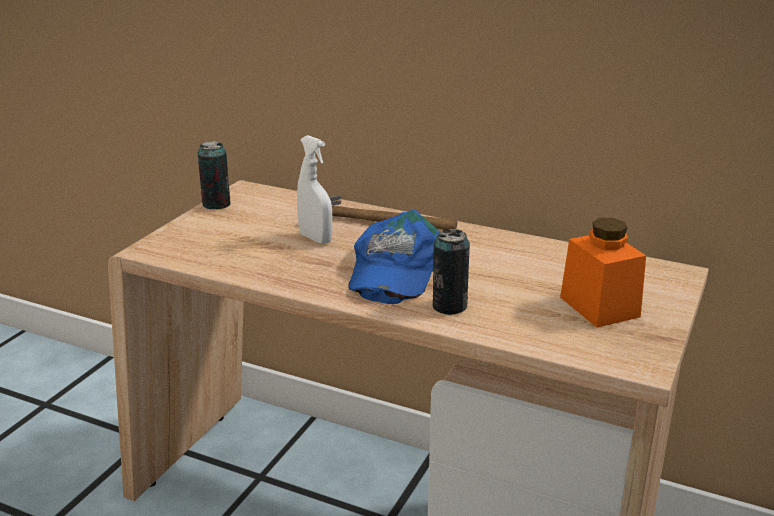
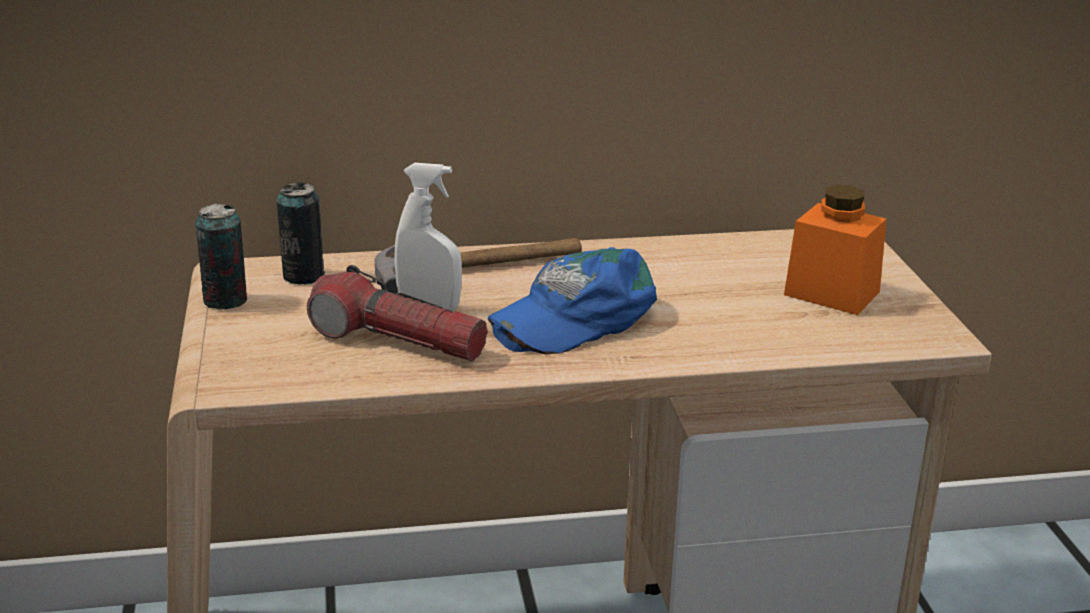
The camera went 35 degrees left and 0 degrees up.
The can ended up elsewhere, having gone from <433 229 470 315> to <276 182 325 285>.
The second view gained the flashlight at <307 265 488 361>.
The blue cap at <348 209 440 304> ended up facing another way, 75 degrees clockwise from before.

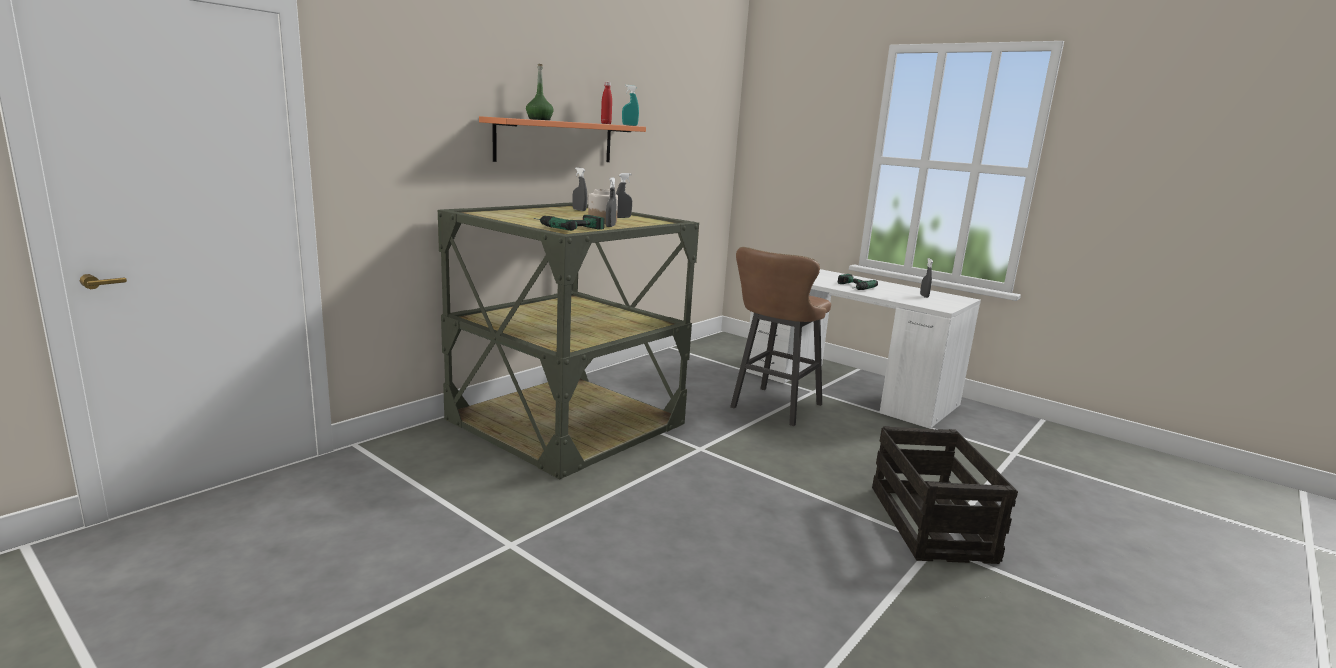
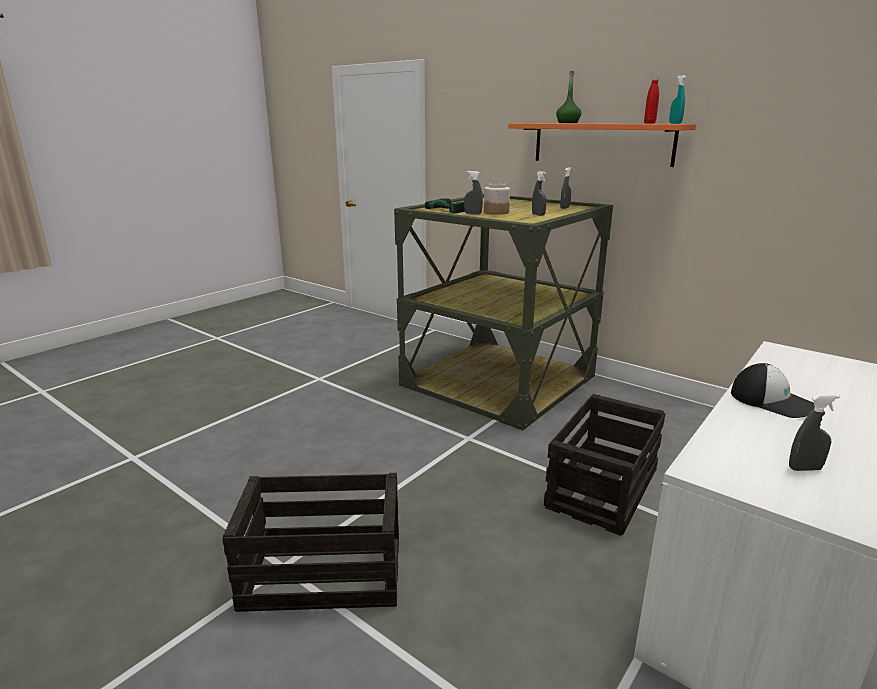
The camera went 90 degrees right and 5 degrees up.
Where the brown stool stood at <730 247 831 426>, the crate came to stand at <544 394 665 536>.
Where the power drill stood at <838 274 878 290>, the cap came to stand at <731 363 815 418>.

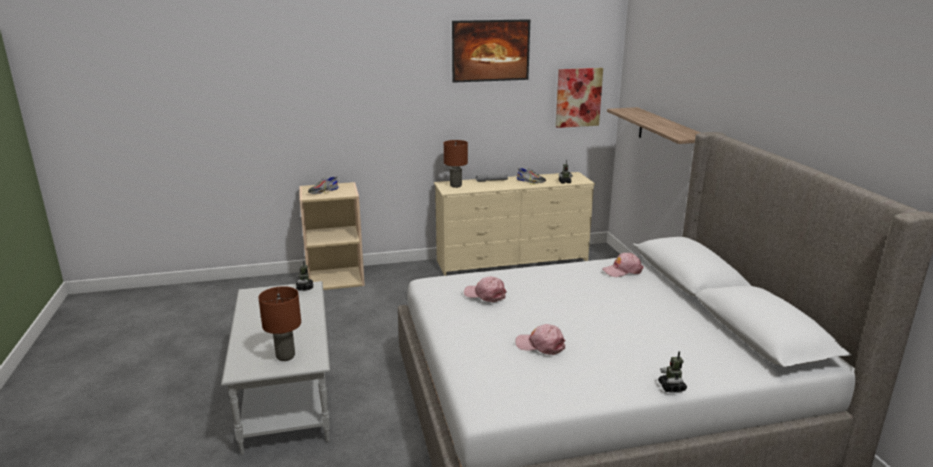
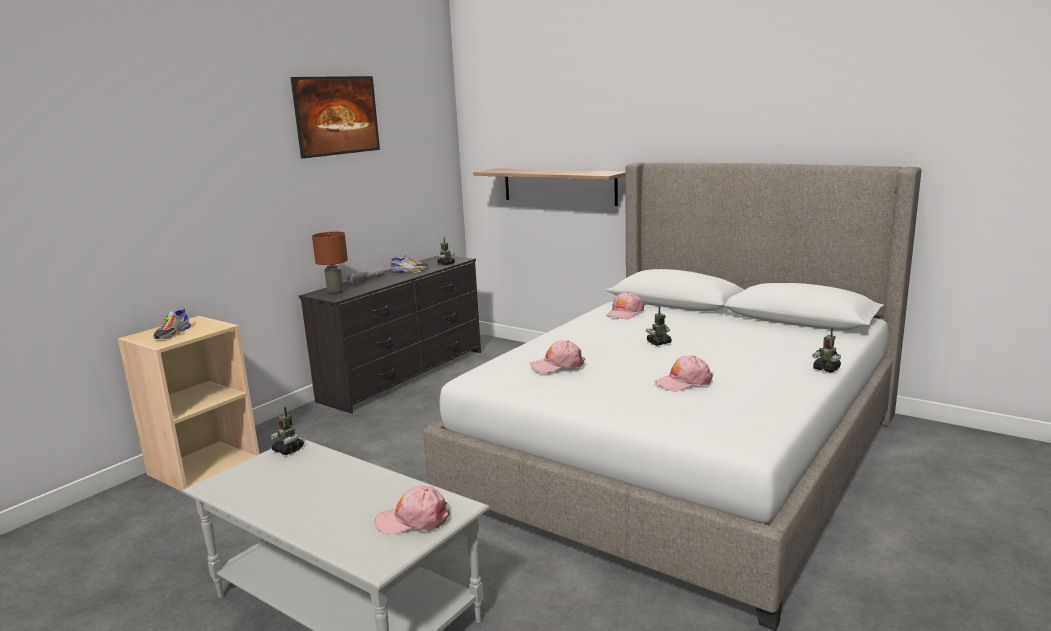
The camera went 40 degrees left and 5 degrees down.
What was the beige dresser at <434 172 595 276> turned into the black dresser at <299 255 481 414>.
Where the brown table lamp stood at <258 286 301 361>, the pink cap came to stand at <375 486 450 535>.
The second view gained the toy robot at <646 307 672 346>.
The second view lost the picture at <556 68 603 128>.

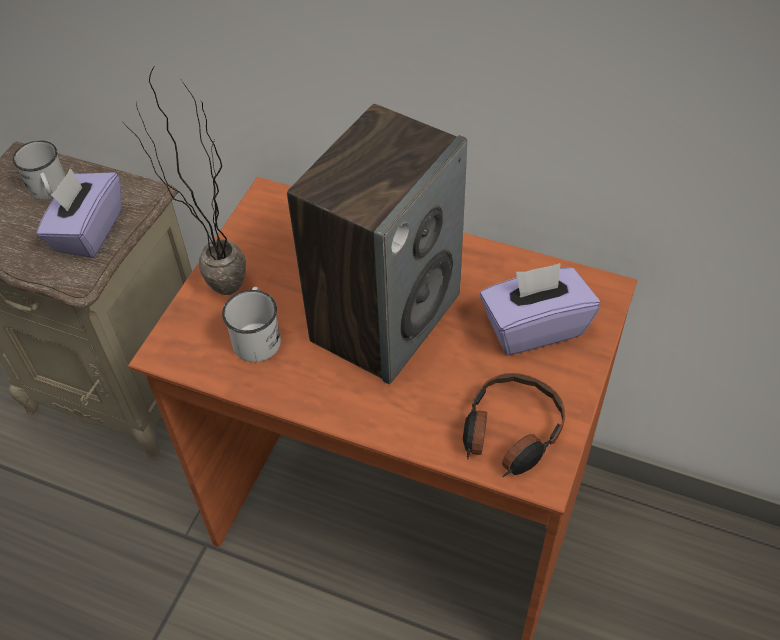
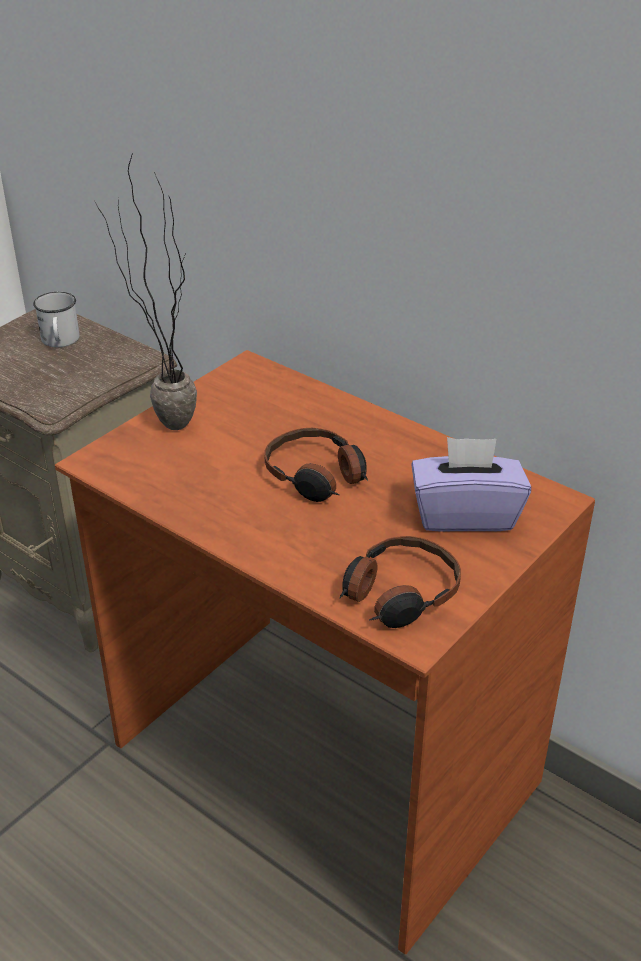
The camera went 15 degrees right and 15 degrees down.
Where the speaker stood at <287 104 467 384>, the headphones came to stand at <264 428 368 502>.
The second view lost the purple tissue box at <36 168 122 258>.
The second view lost the white mug at <222 287 281 362>.

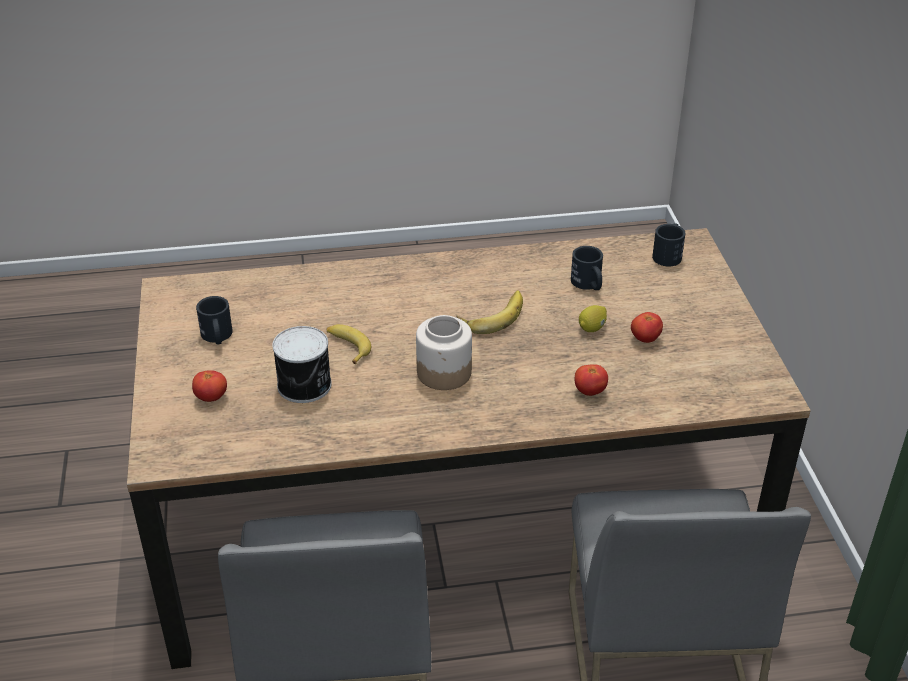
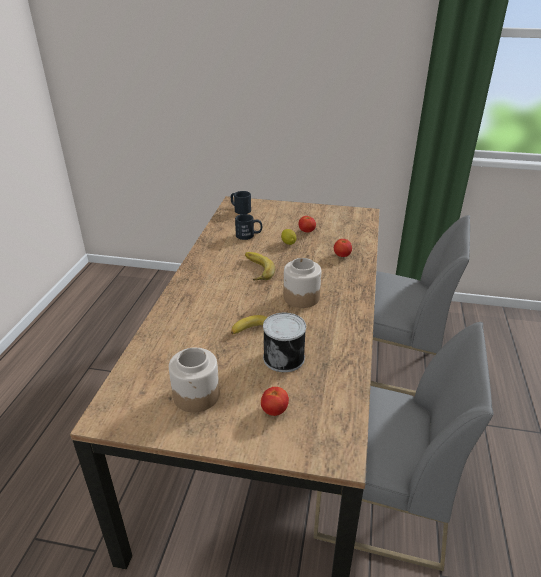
The camera went 70 degrees left and 5 degrees down.
Where the black mug stood at <196 296 233 344>, the jar came to stand at <169 347 219 412>.

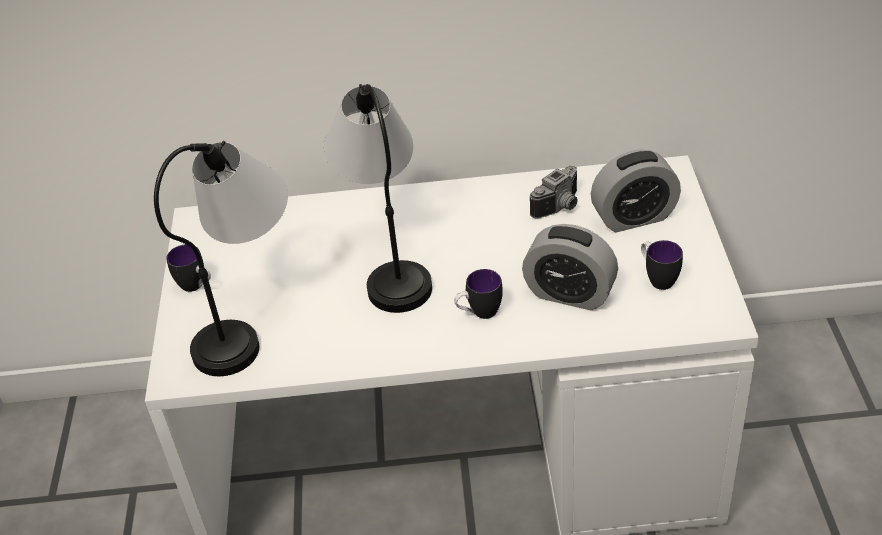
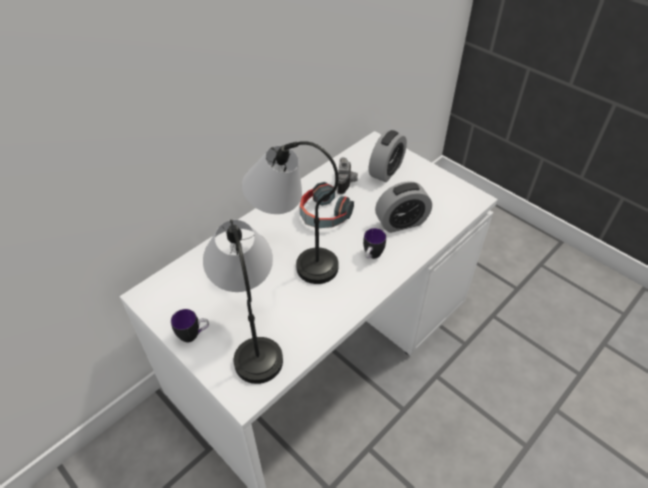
The camera went 45 degrees left and 5 degrees up.
The second view gained the headphones at <300 182 354 228>.
The second view lost the mug at <641 240 683 290>.

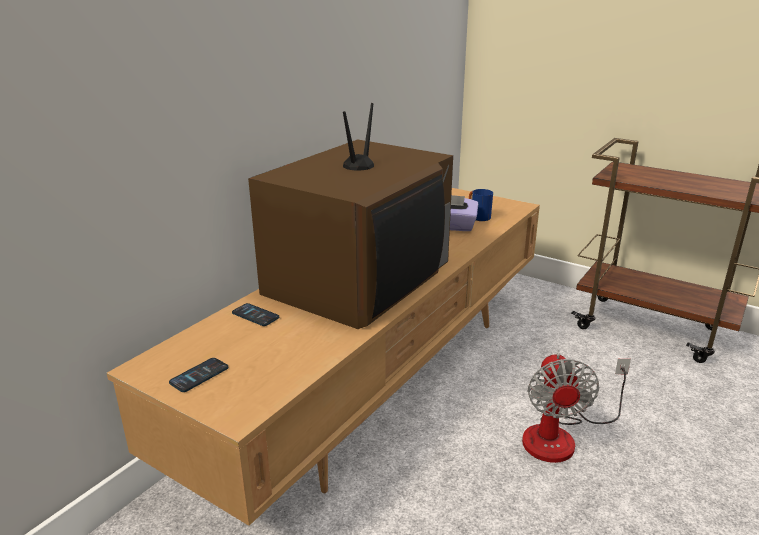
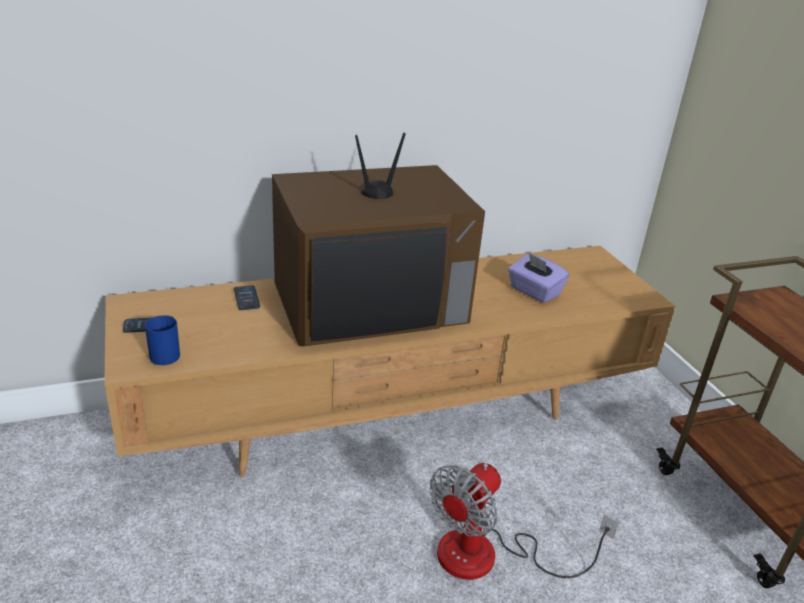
The camera went 35 degrees right and 5 degrees up.
The blue mug ended up elsewhere, having gone from <469 189 493 221> to <145 315 180 365>.

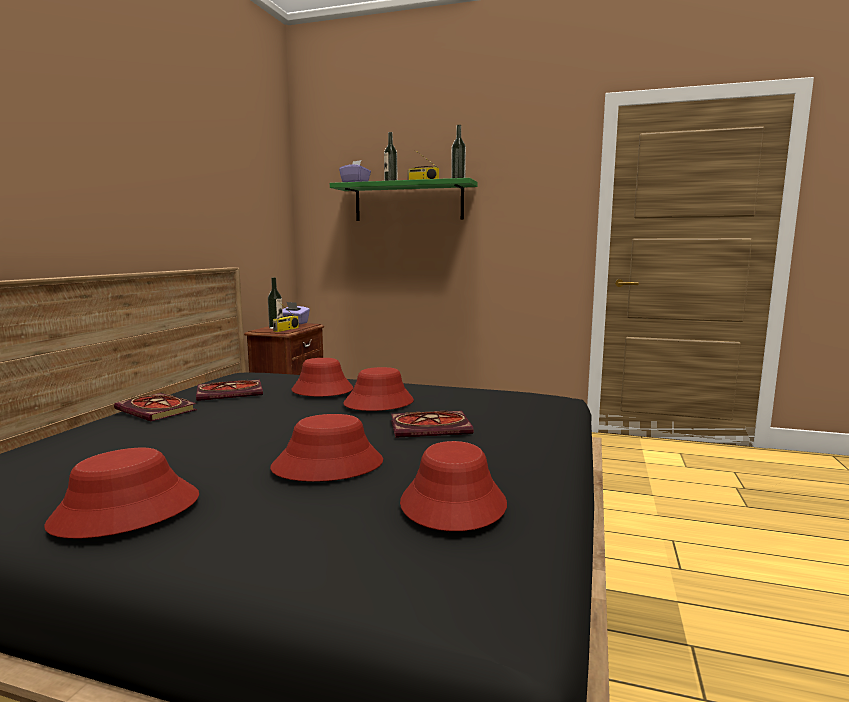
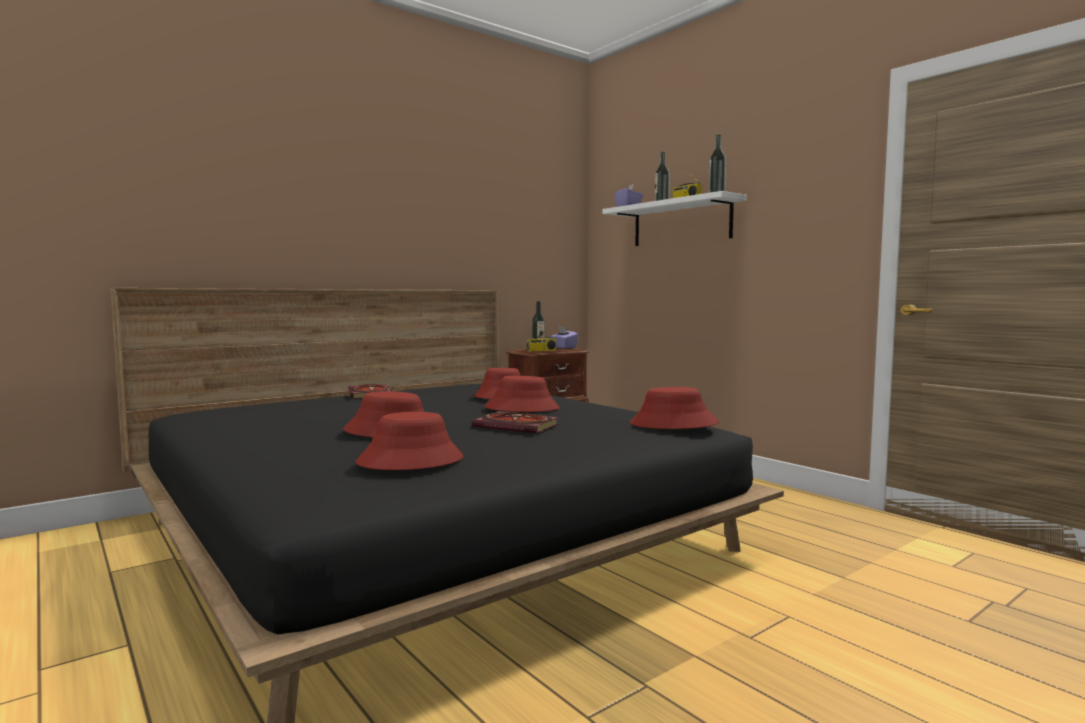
The camera went 35 degrees right and 5 degrees down.
What was the green shelf at <330 178 478 221> turned into the white shelf at <603 191 747 246>.
The red hat ended up elsewhere, having gone from <44 448 199 538> to <630 387 719 429>.
The second view lost the book at <196 380 263 401>.

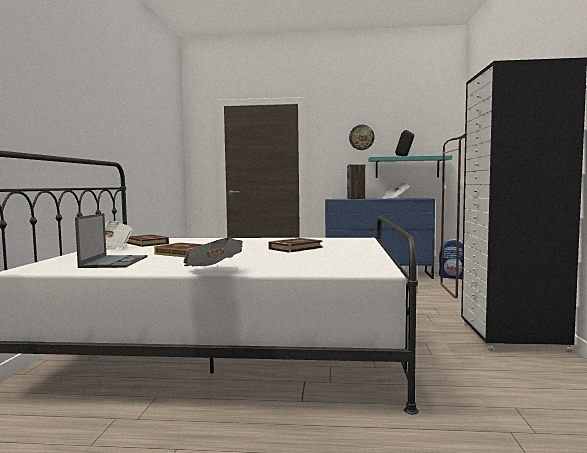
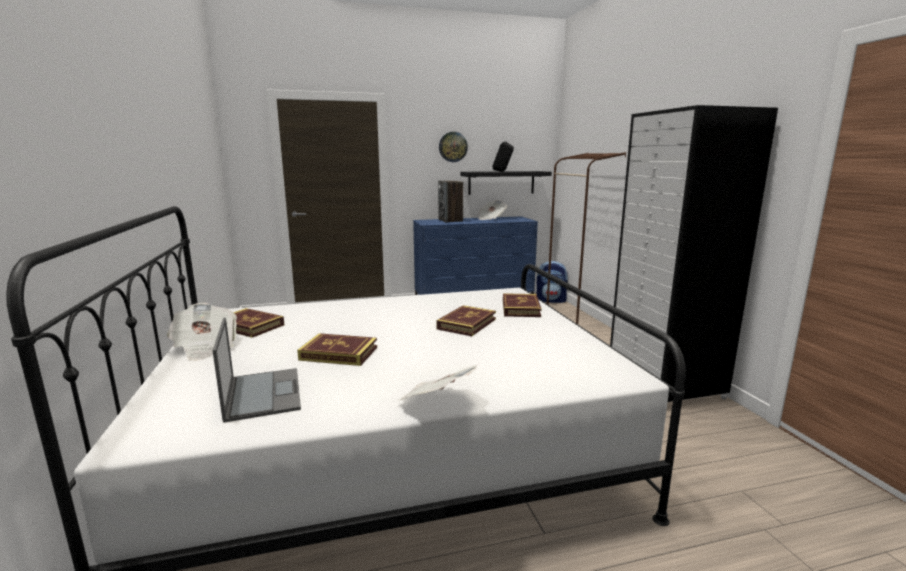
The camera went 20 degrees left and 10 degrees up.
What was the turquoise shelf at <368 155 452 178> turned into the black shelf at <460 171 552 195>.
The second view gained the book at <503 293 541 317>.

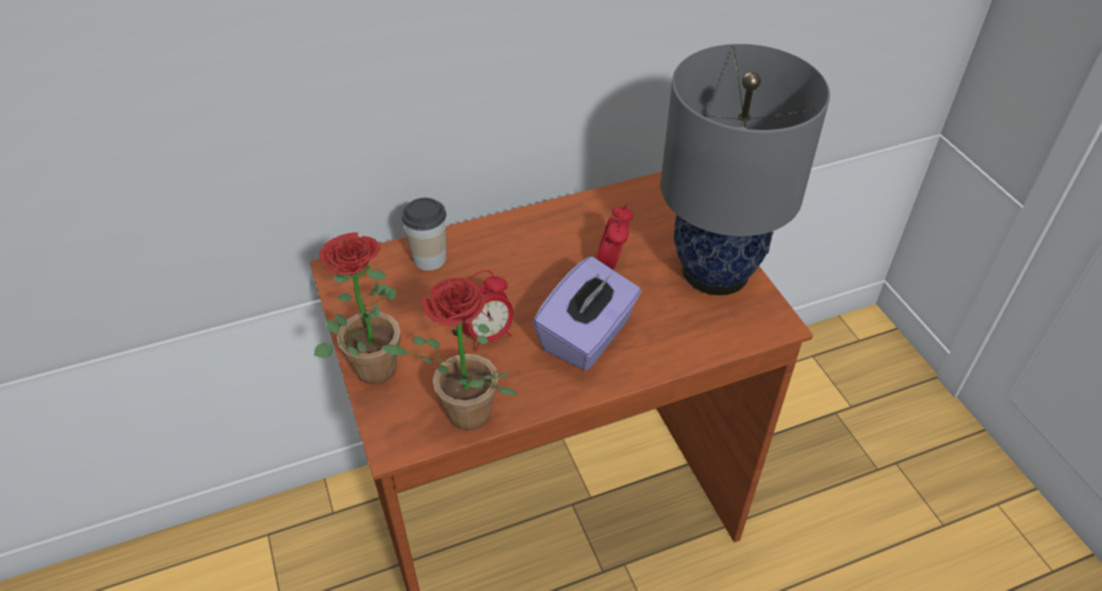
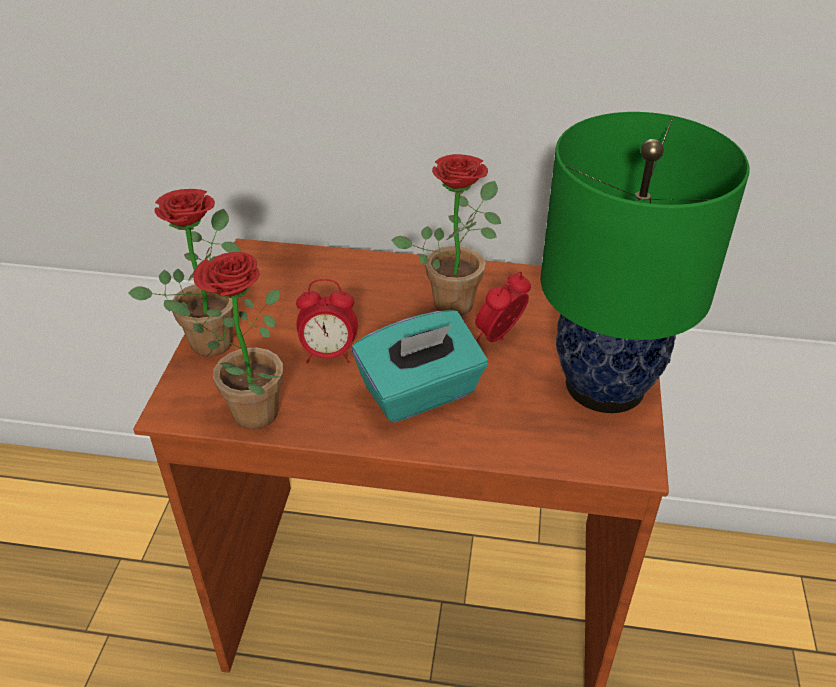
The camera went 30 degrees right and 5 degrees down.
What was the purple tissue box at <533 256 641 371> turned into the turquoise tissue box at <352 310 488 422>.
The second view gained the potted plant at <392 154 501 316>.
What was the grey table lamp at <661 44 830 295> turned into the green table lamp at <541 112 750 413>.
The second view lost the cup at <402 198 446 271>.

